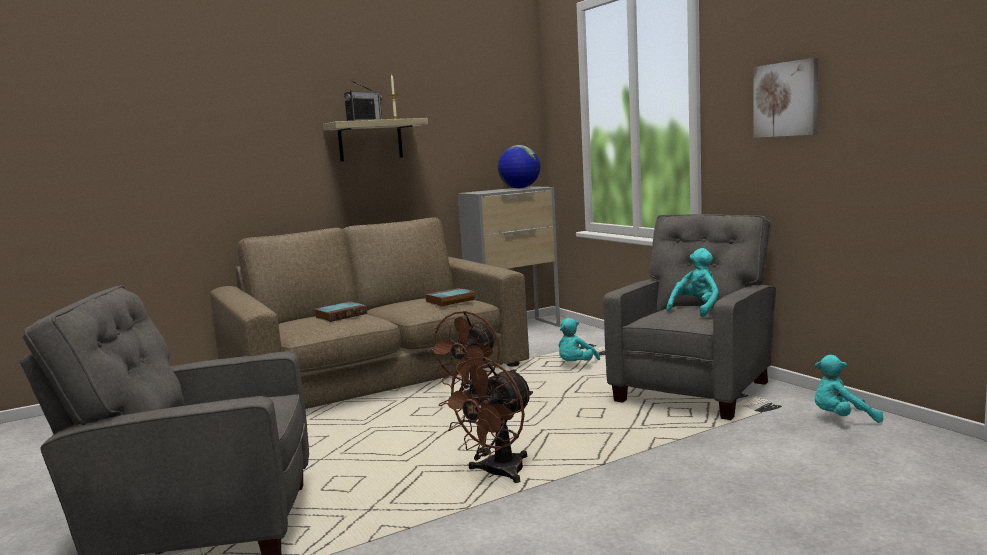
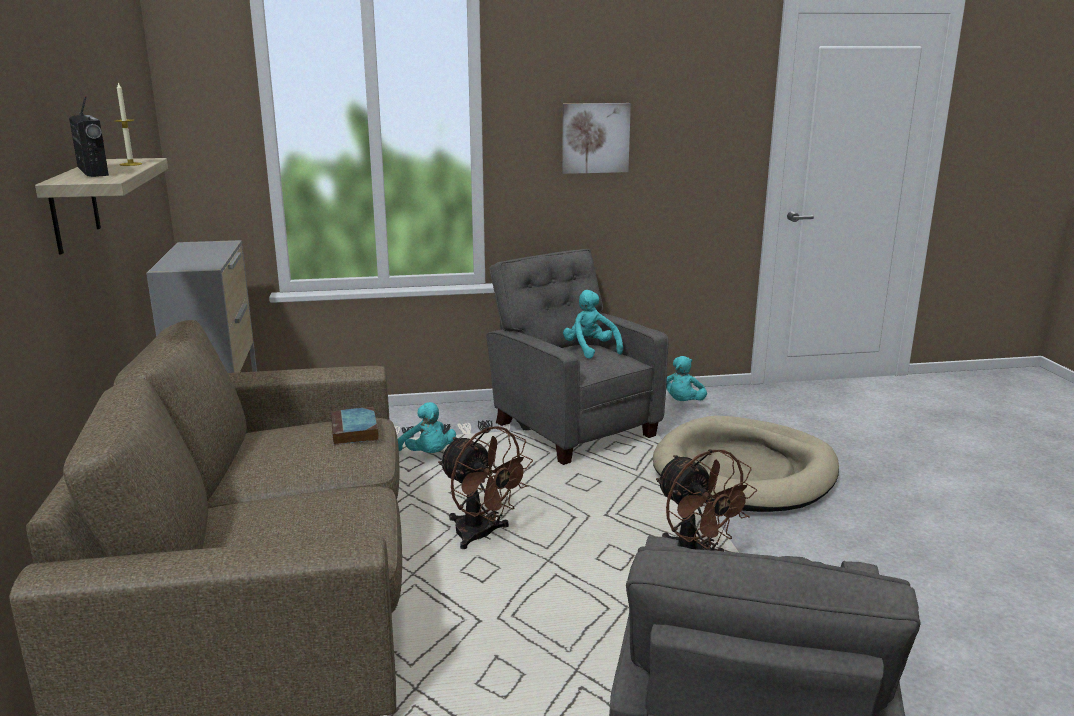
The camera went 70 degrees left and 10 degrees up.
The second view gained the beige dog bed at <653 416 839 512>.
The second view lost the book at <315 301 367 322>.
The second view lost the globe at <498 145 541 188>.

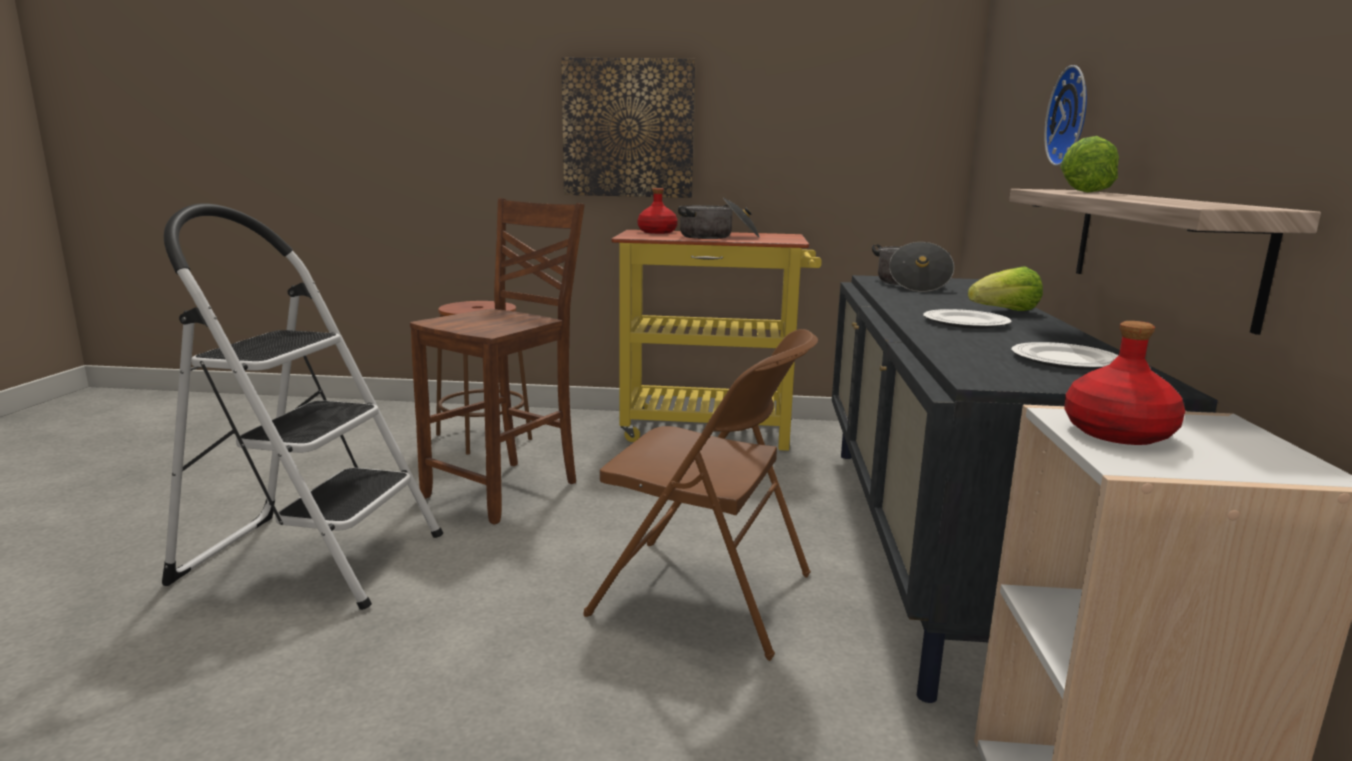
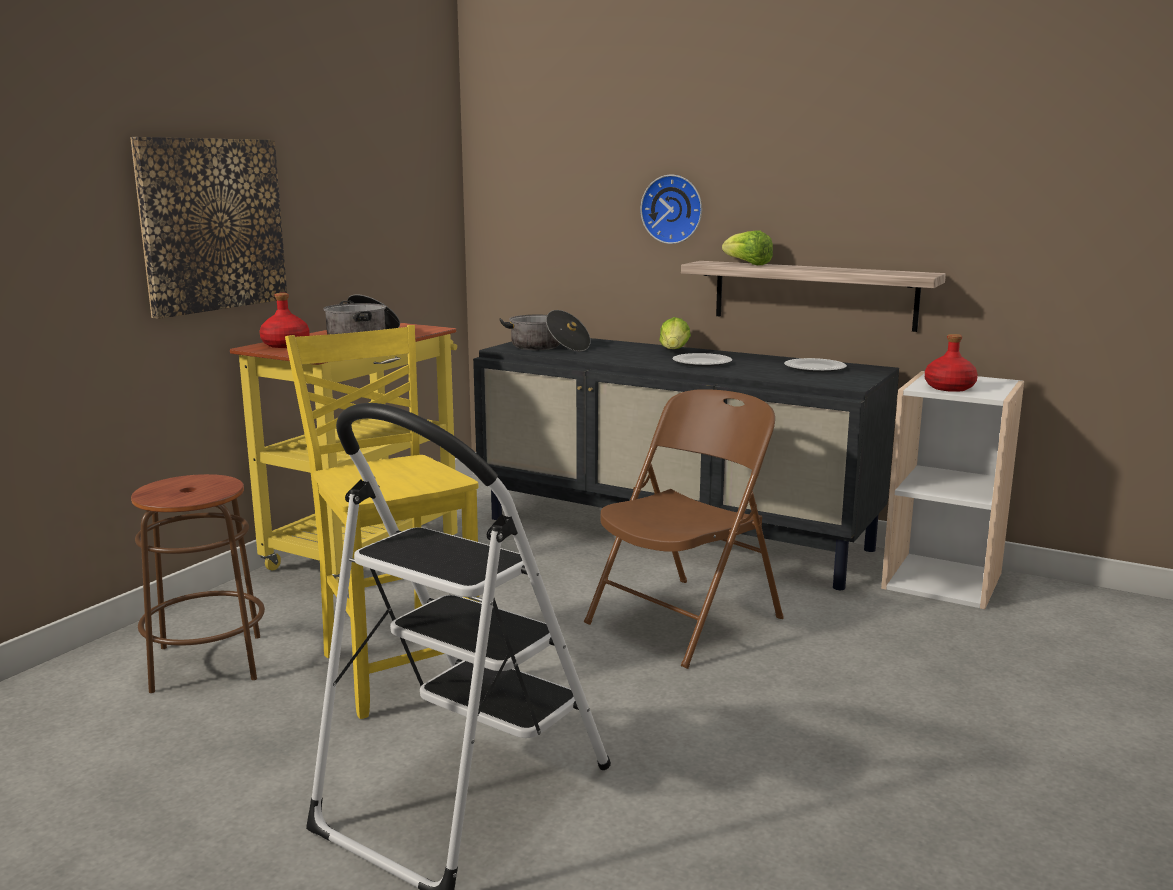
The camera went 65 degrees left and 0 degrees up.
What was the brown chair at <410 198 585 525> turned into the yellow chair at <285 325 479 719>.

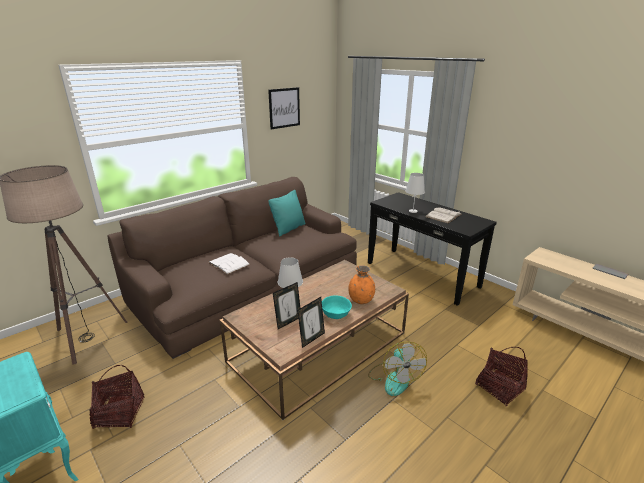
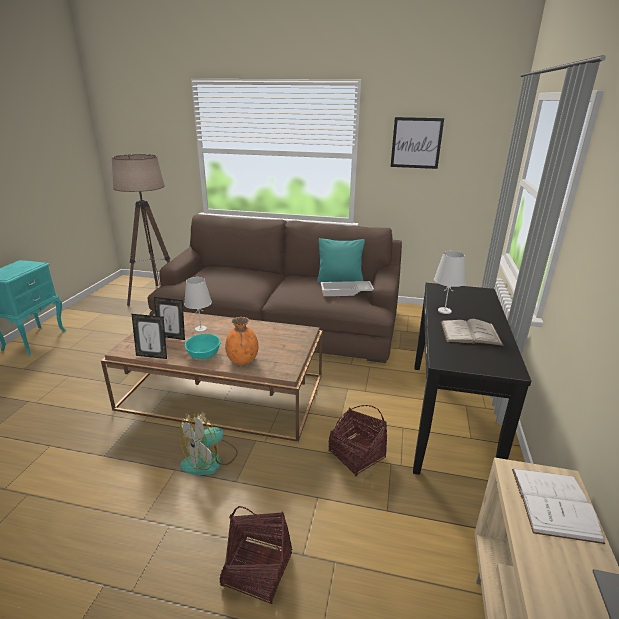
The camera went 55 degrees right and 0 degrees up.
The second view gained the white tray at <321 281 374 296>.
The basket ended up elsewhere, having gone from <89 365 145 428> to <328 405 387 477>.
The white book ended up elsewhere, having gone from <208 253 250 275> to <512 469 605 544>.

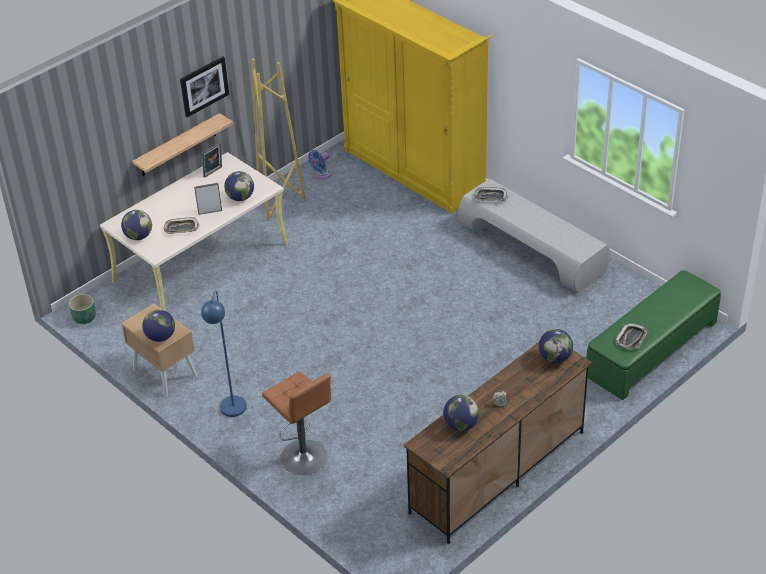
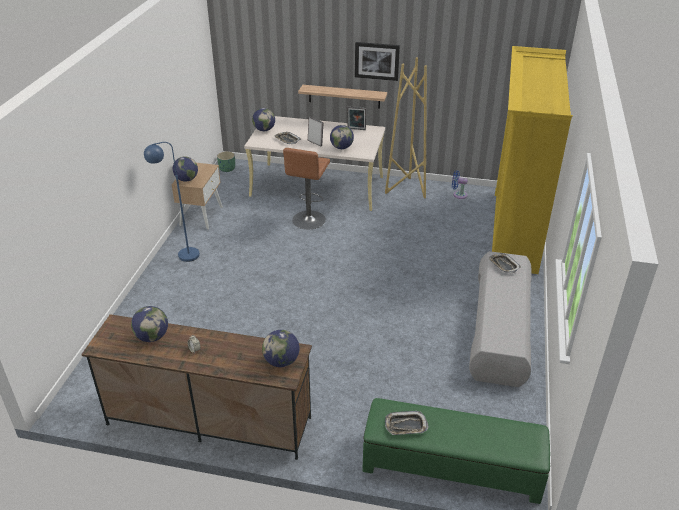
The camera went 55 degrees right and 5 degrees down.
The brown stool ended up elsewhere, having gone from <262 371 331 475> to <283 148 330 229>.

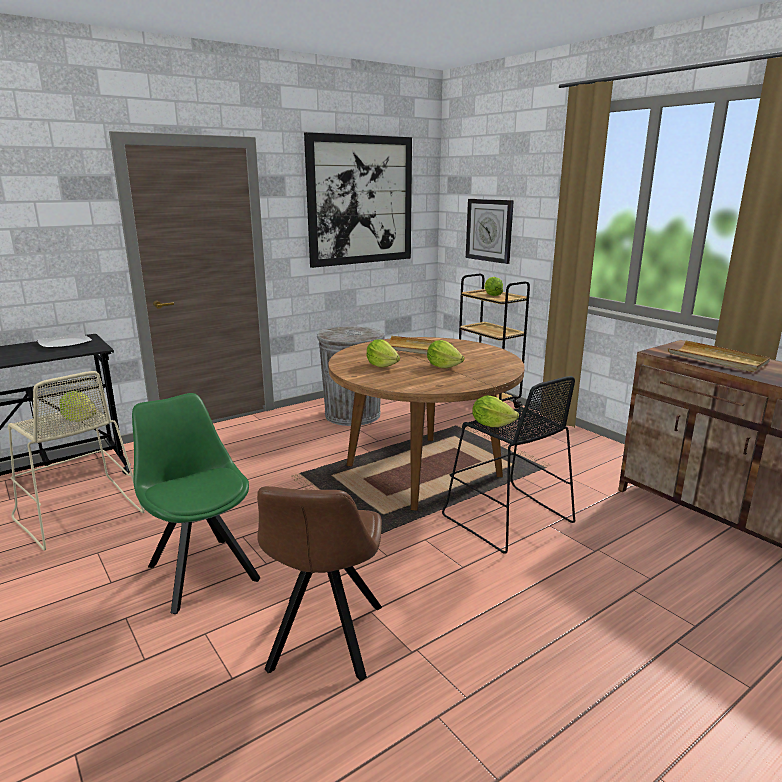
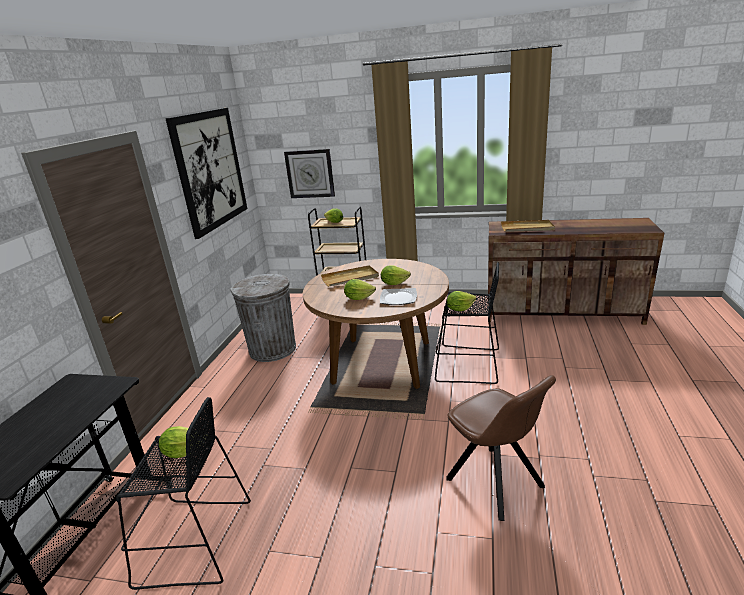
The camera went 40 degrees left and 5 degrees up.
What was the beige stool at <8 371 145 551> turned into the black stool at <116 397 251 590>.
The plate ended up elsewhere, having gone from <37 333 92 349> to <380 288 417 305>.
The second view lost the green chair at <132 393 260 614>.

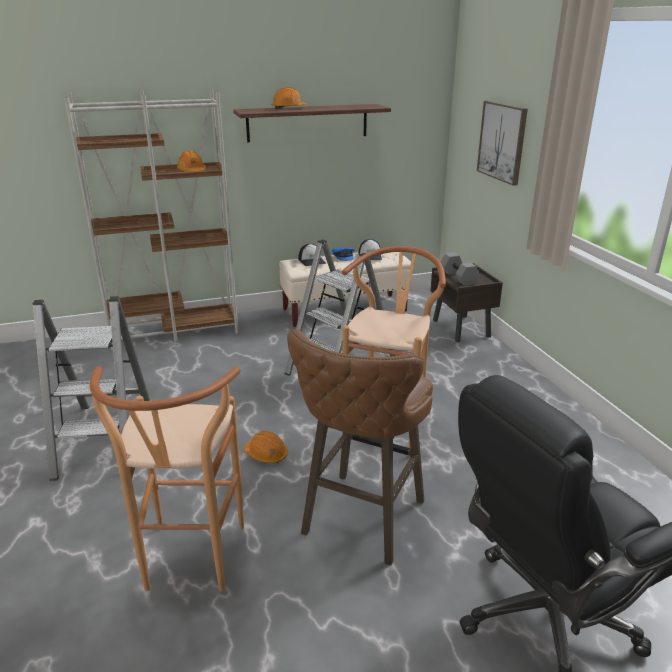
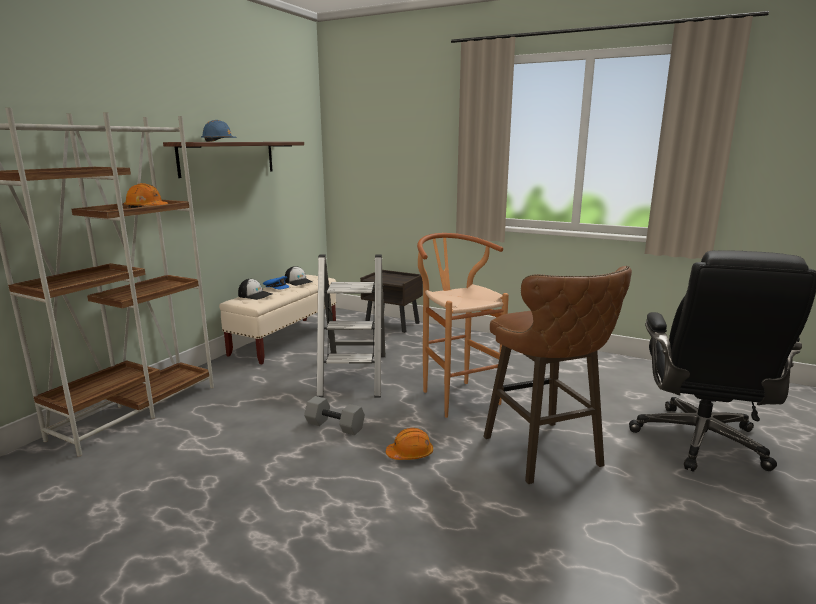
The camera went 45 degrees left and 10 degrees down.
What was the orange hard hat at <271 87 307 109> turned into the blue hard hat at <201 120 237 142>.
The grey dumbbell ended up elsewhere, having gone from <441 252 480 286> to <304 396 365 435>.
The second view lost the grey step ladder at <32 296 150 481>.
The second view lost the brown stool at <90 366 244 591>.
The second view lost the picture at <477 101 528 186>.

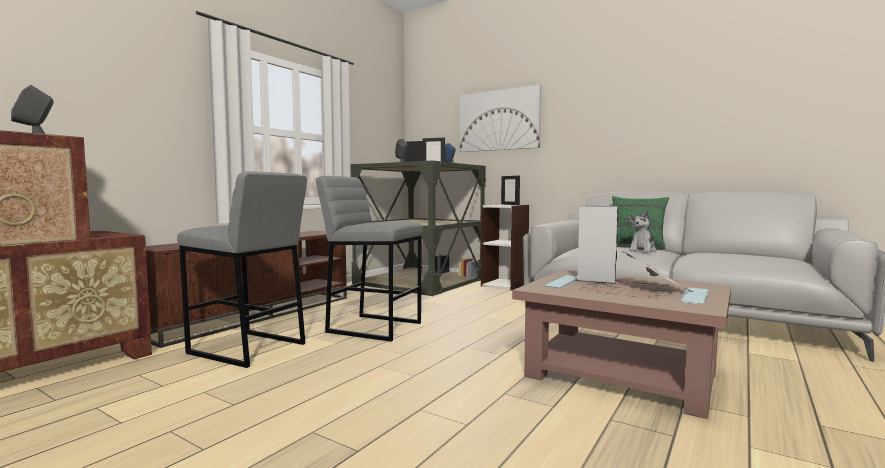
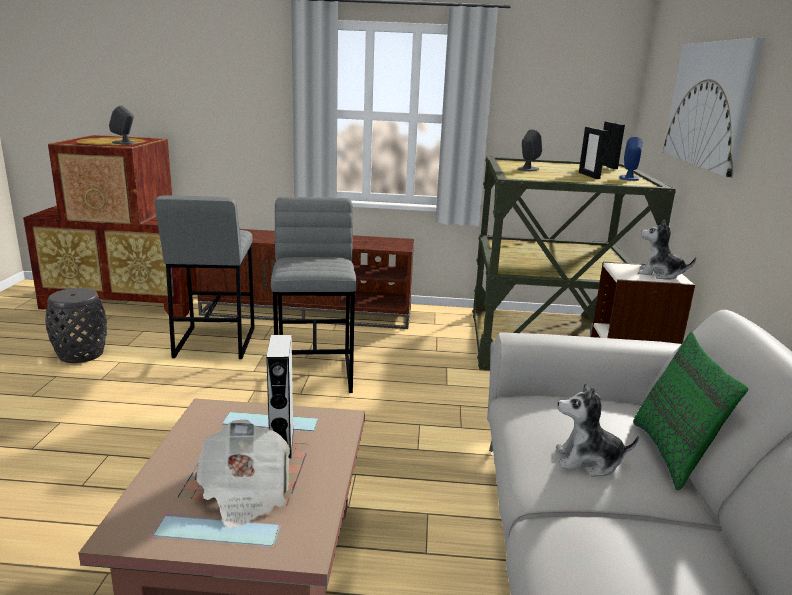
The camera went 60 degrees right and 15 degrees up.
The second view gained the grey stool at <45 288 107 363>.
Where the picture frame stood at <501 176 520 205>, the plush toy came to stand at <638 219 696 280>.

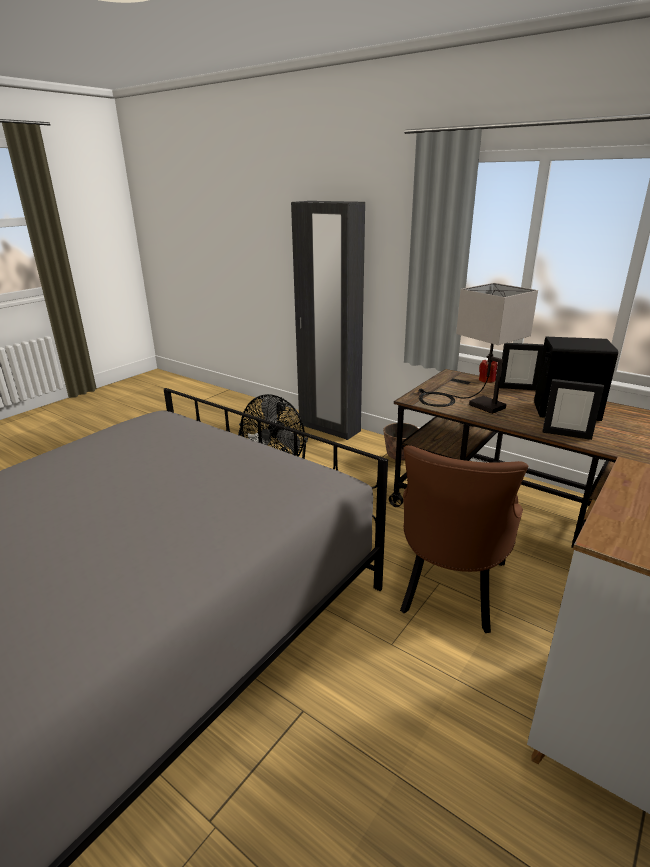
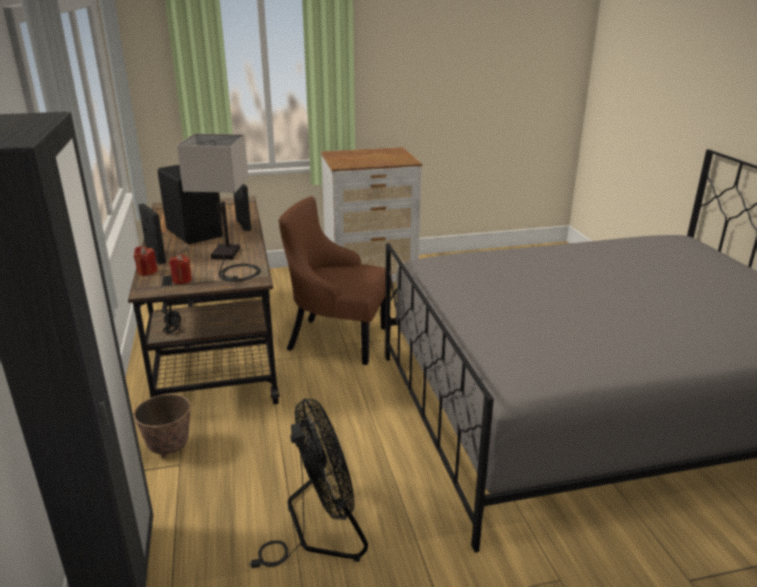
The camera went 140 degrees left and 0 degrees up.
The second view gained the red candle at <169 254 192 284>.
The brown chair at <400 445 528 633> ended up facing another way, 135 degrees counterclockwise from before.

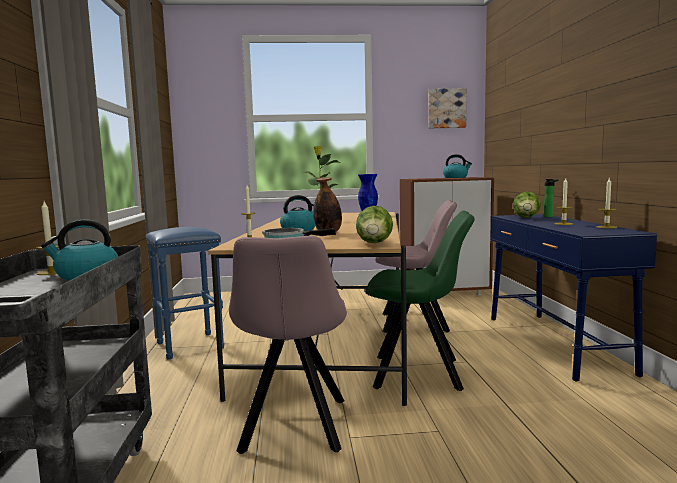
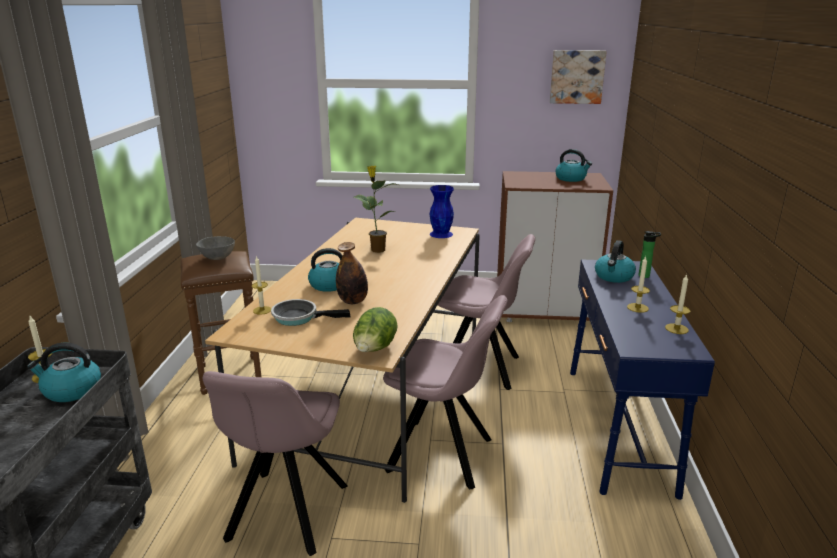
The camera went 10 degrees right and 15 degrees up.
What was the blue stool at <146 227 224 360> turned into the brown stool at <180 251 262 395>.
The second view gained the grey bowl at <196 236 235 260>.
What was the green chair at <365 211 475 391> turned into the pink chair at <383 295 508 489>.
Where the lettuce stood at <513 191 541 218>, the kettle came to stand at <595 240 636 283>.

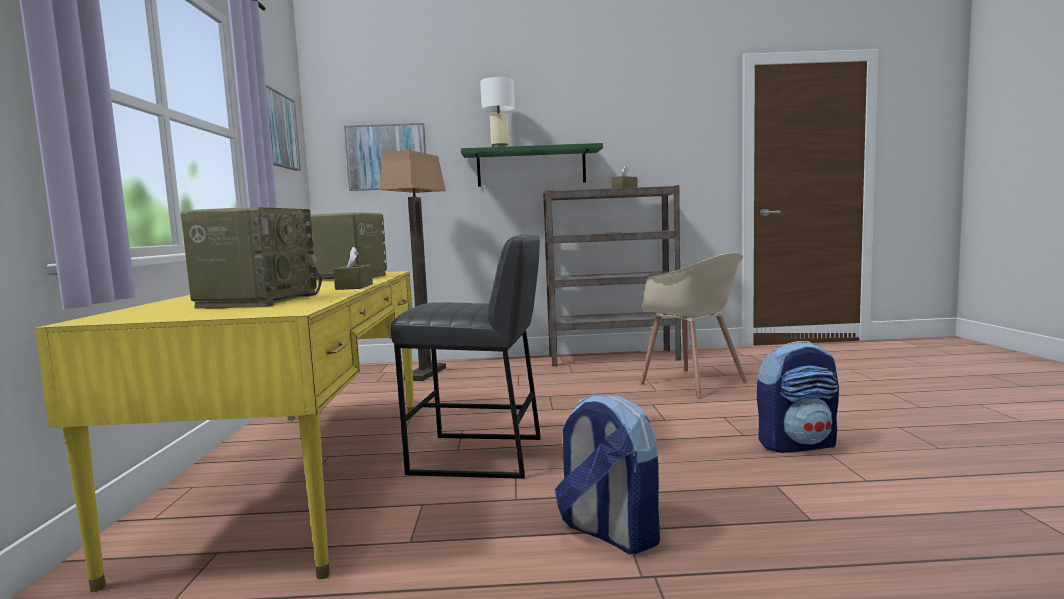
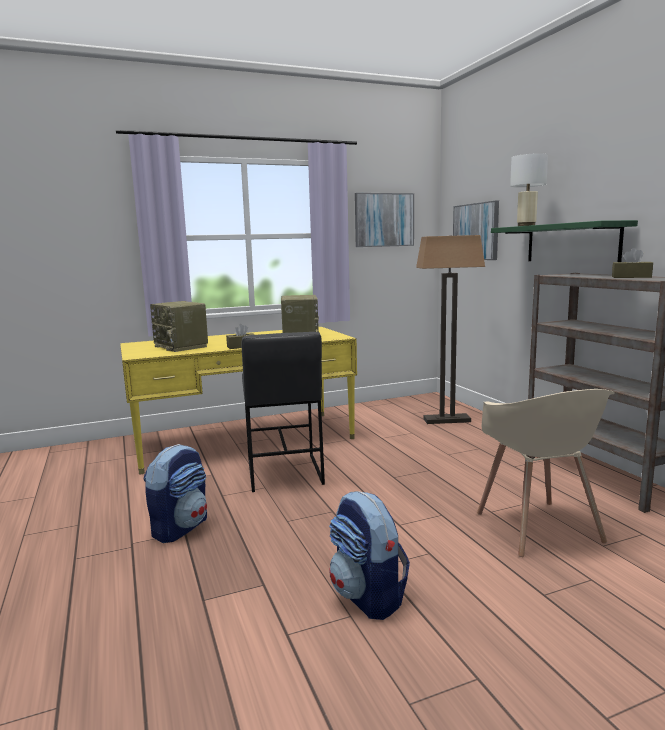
The camera went 70 degrees right and 5 degrees up.
The radio at <181 207 322 309> ended up facing another way, 60 degrees clockwise from before.
The beige chair at <640 253 747 399> ended up facing another way, 45 degrees counterclockwise from before.

